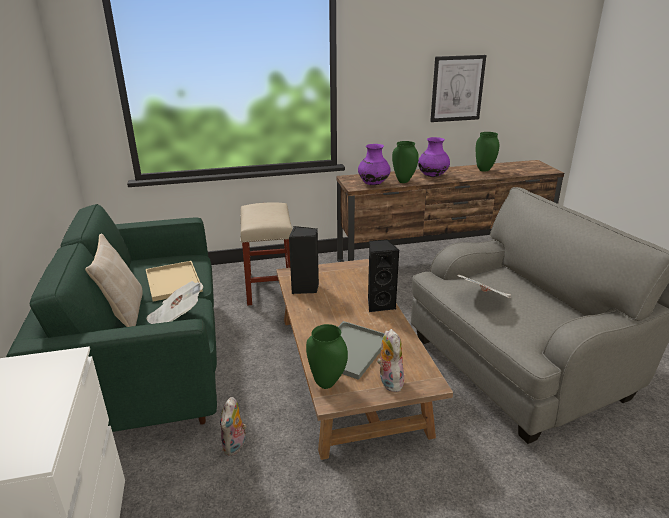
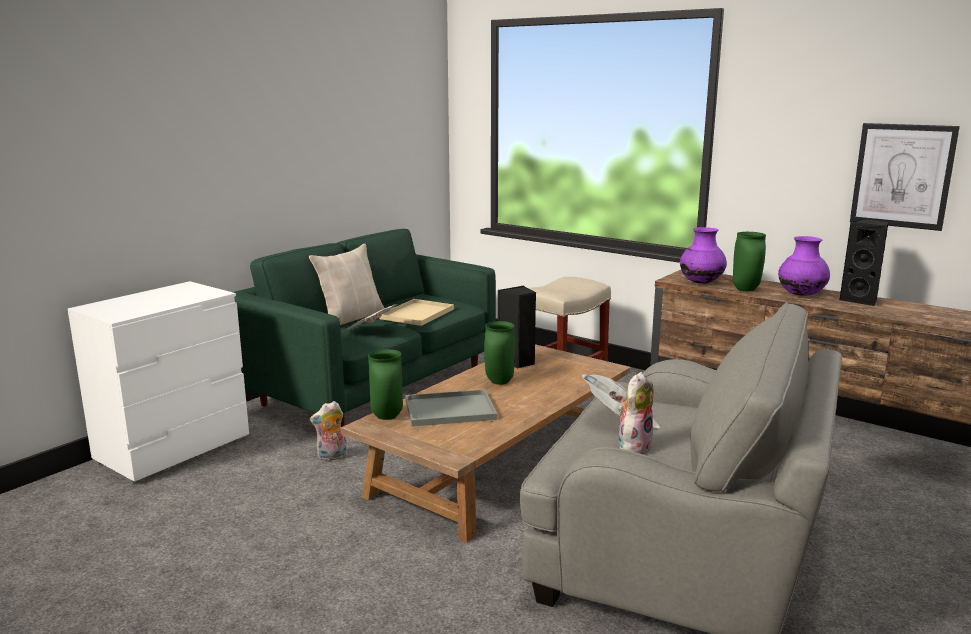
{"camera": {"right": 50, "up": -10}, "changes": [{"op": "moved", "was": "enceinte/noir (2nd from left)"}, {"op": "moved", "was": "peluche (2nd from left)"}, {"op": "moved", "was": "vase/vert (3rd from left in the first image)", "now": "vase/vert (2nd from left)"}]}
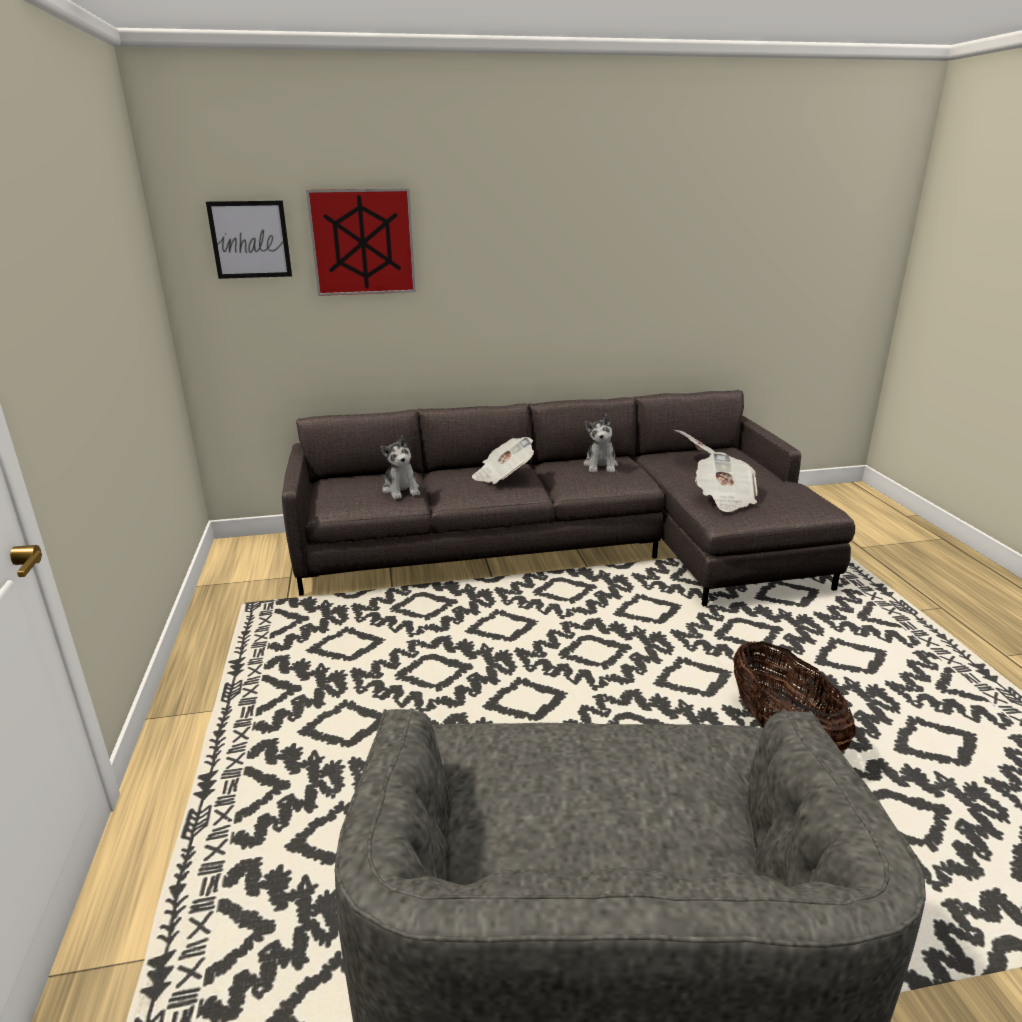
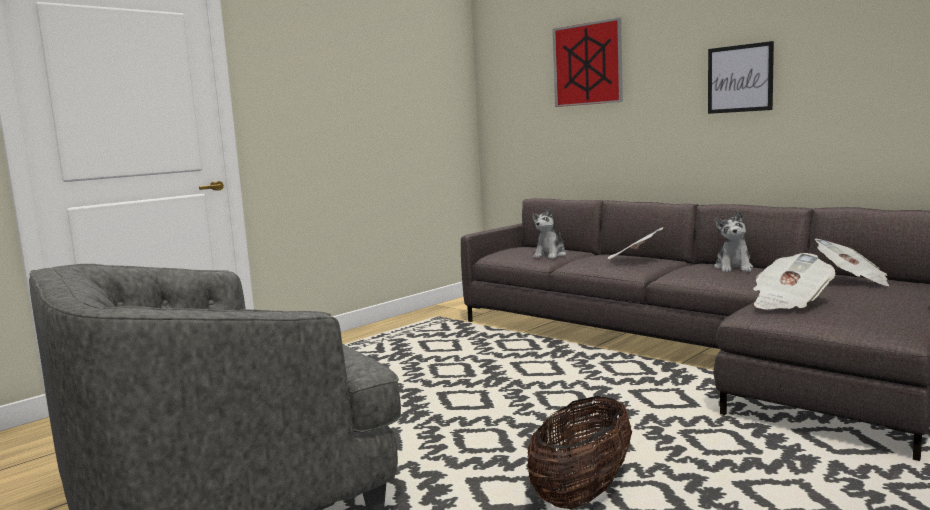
{"camera": {"right": 55, "up": -15}, "changes": [{"op": "moved", "was": "tableau (1st from left in the first image)", "now": "tableau (2nd from left)"}, {"op": "turned", "was": "peluche (2nd from left)", "clockwise": -45}]}
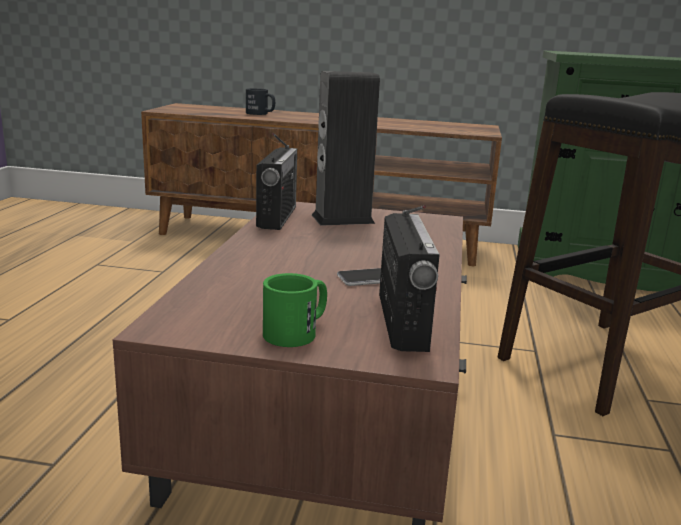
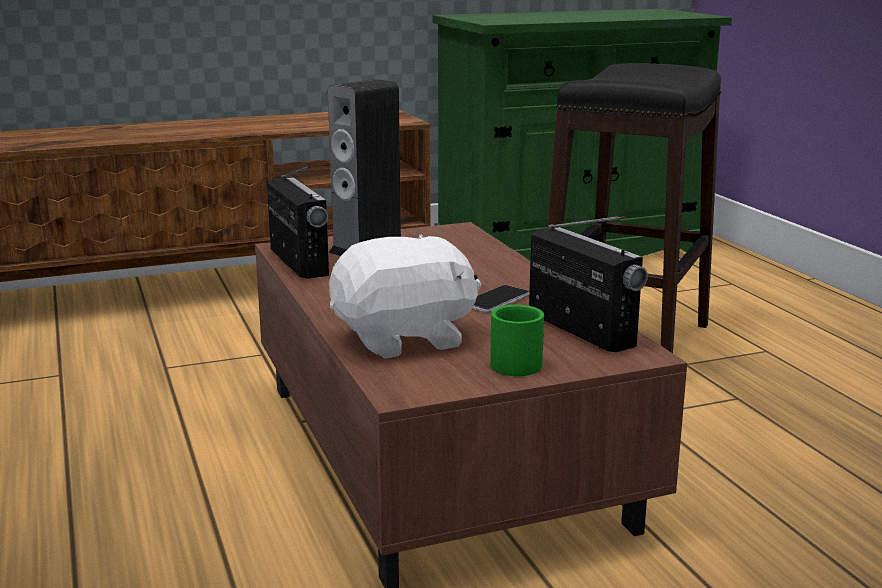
{"camera": {"right": -30, "up": 0}, "changes": [{"op": "removed", "was": "mug/noir"}, {"op": "added", "now": "peluche/blanc"}]}
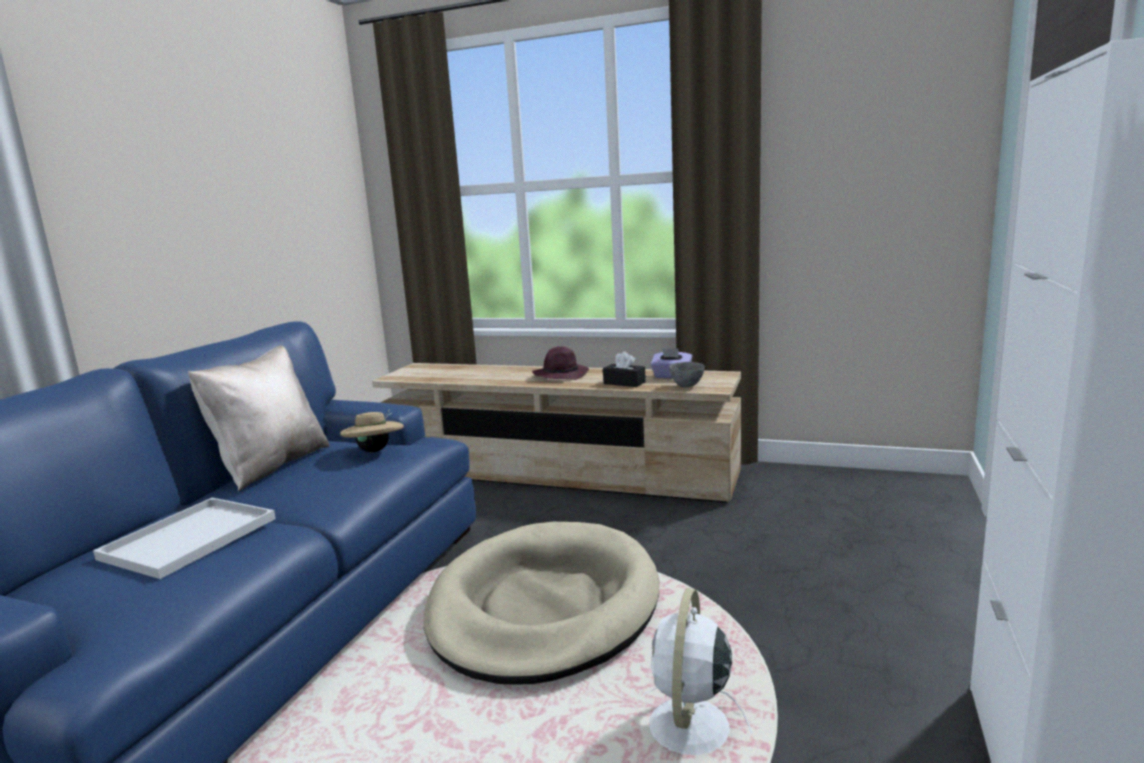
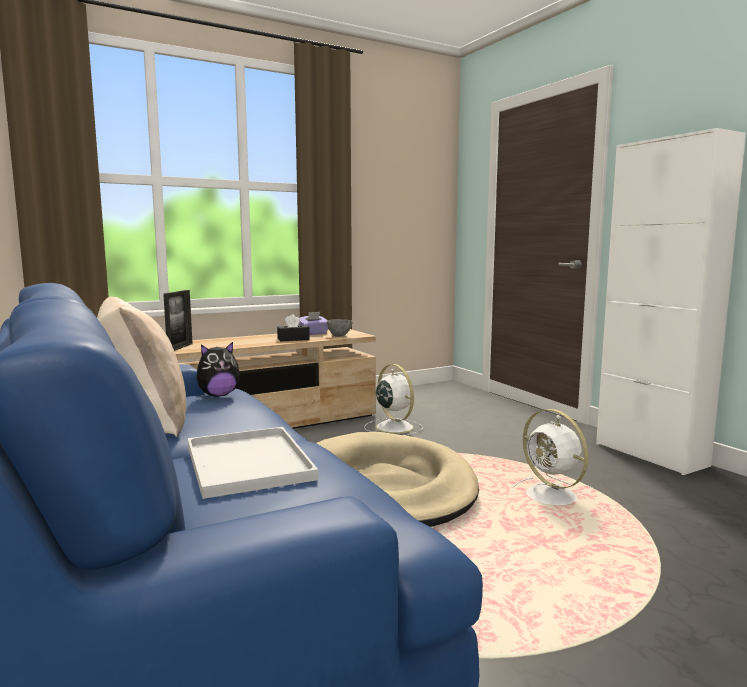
{"camera": {"right": -50, "up": -5}, "changes": [{"op": "replaced", "was": "chapeau/beige", "now": "peluche"}, {"op": "removed", "was": "chapeau/violet"}, {"op": "added", "now": "cadre photo"}, {"op": "added", "now": "ventilateur/blanc (1st from left)"}]}
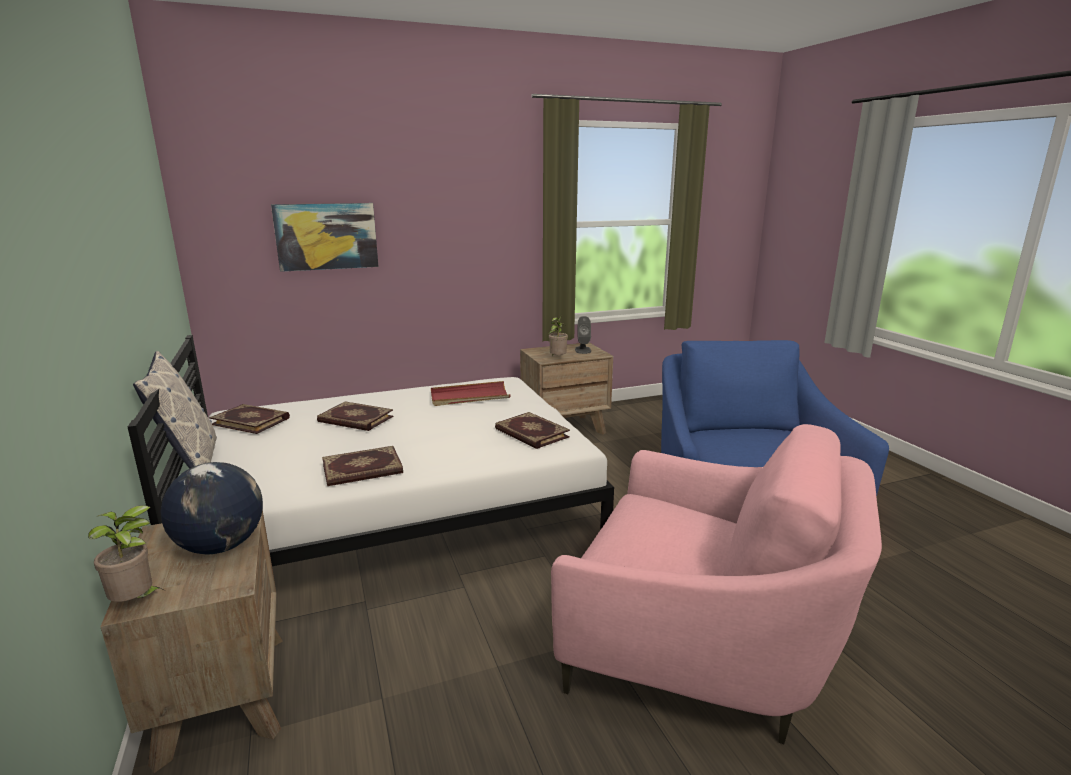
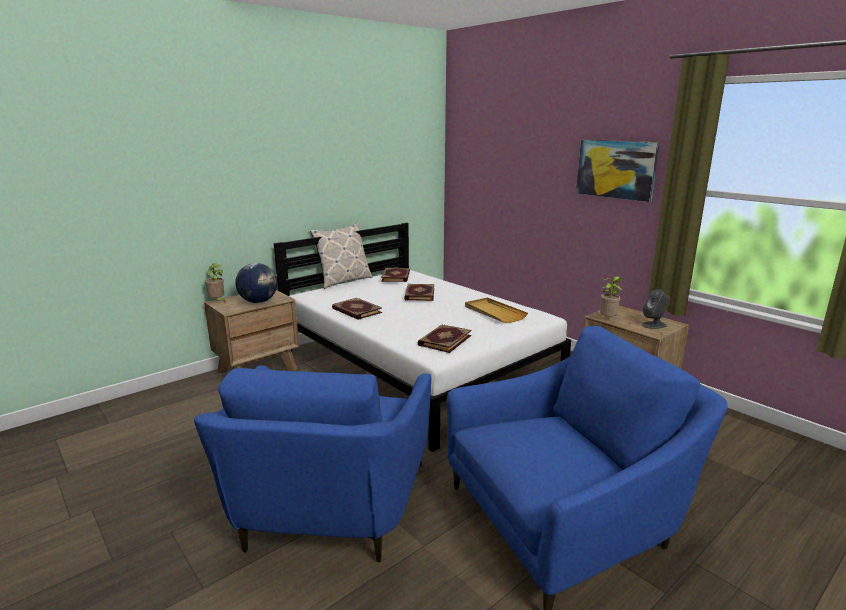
{"camera": {"right": 70, "up": 0}, "changes": [{"op": "moved", "was": "tableau"}, {"op": "recoloured", "was": "plateau/rouge", "now": "plateau/beige"}, {"op": "recoloured", "was": "fauteuil/rose", "now": "fauteuil/bleu (1st from left)"}]}
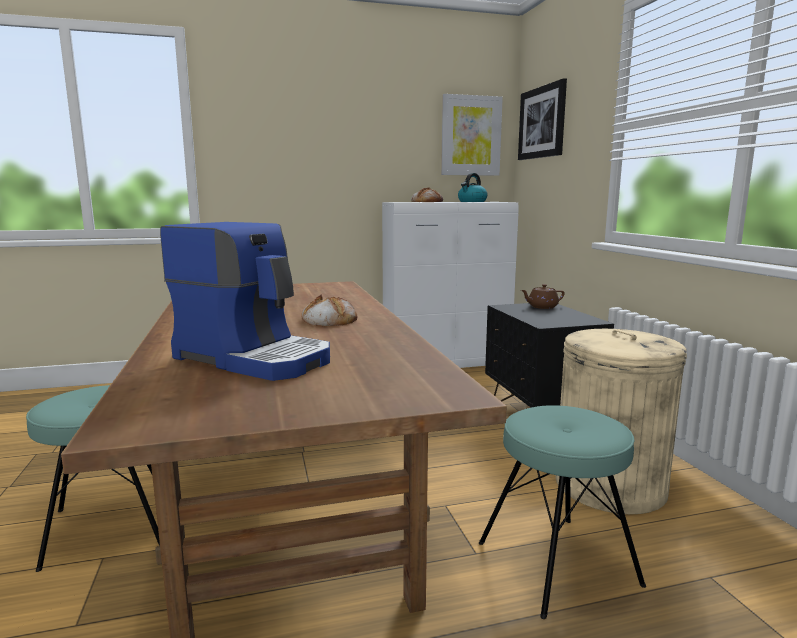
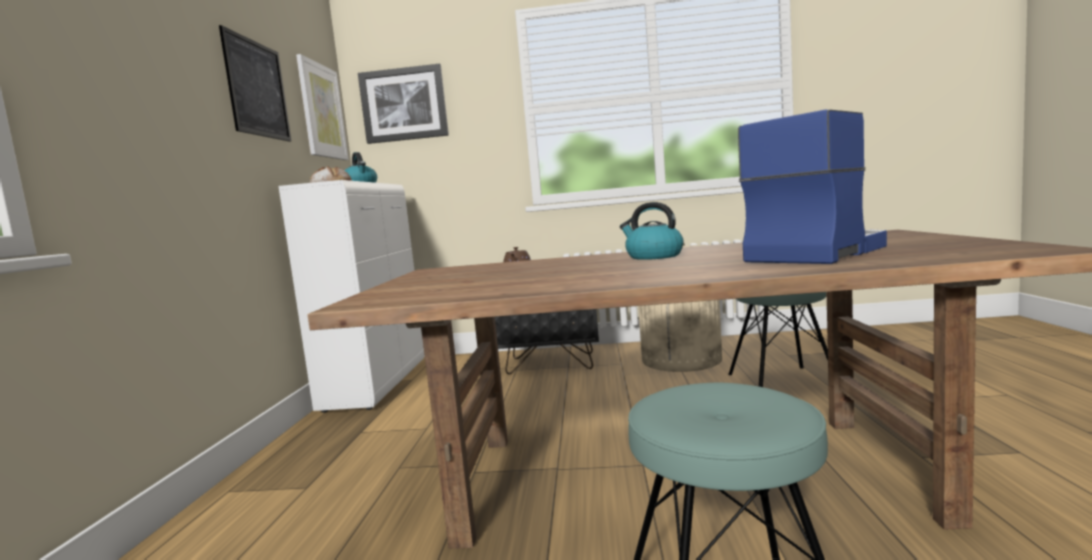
{"camera": {"right": -70, "up": -5}, "changes": [{"op": "replaced", "was": "pain (1st from left)", "now": "bouilloire (2nd from left)"}, {"op": "added", "now": "tableau (1st from left)"}]}
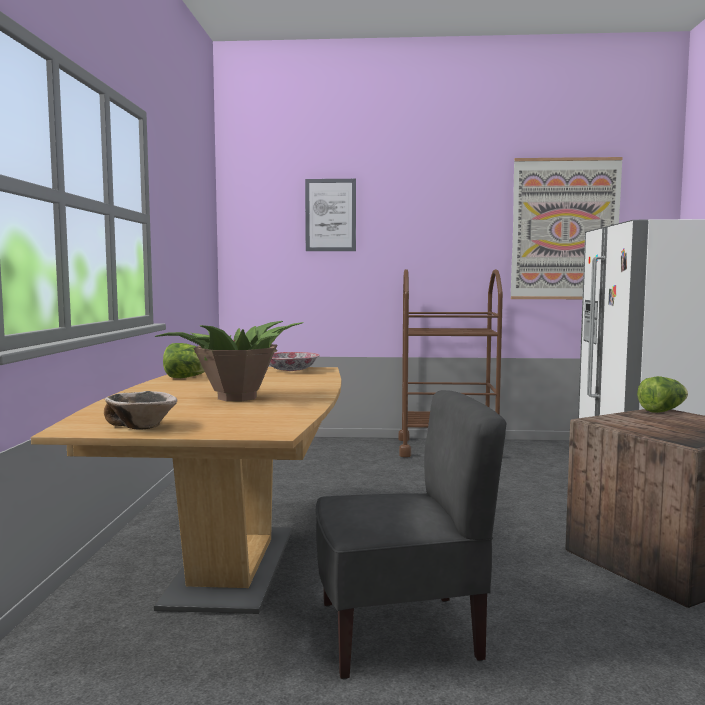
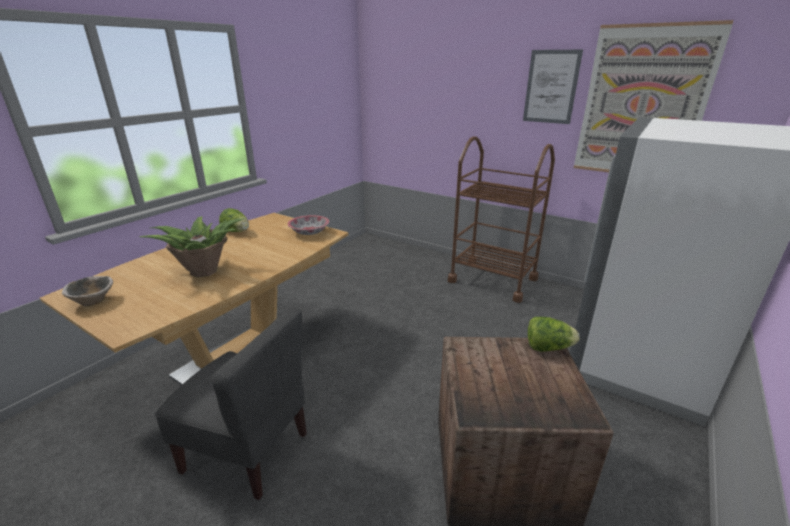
{"camera": {"right": 30, "up": 20}, "changes": [{"op": "moved", "was": "tableau (1st from left)"}]}
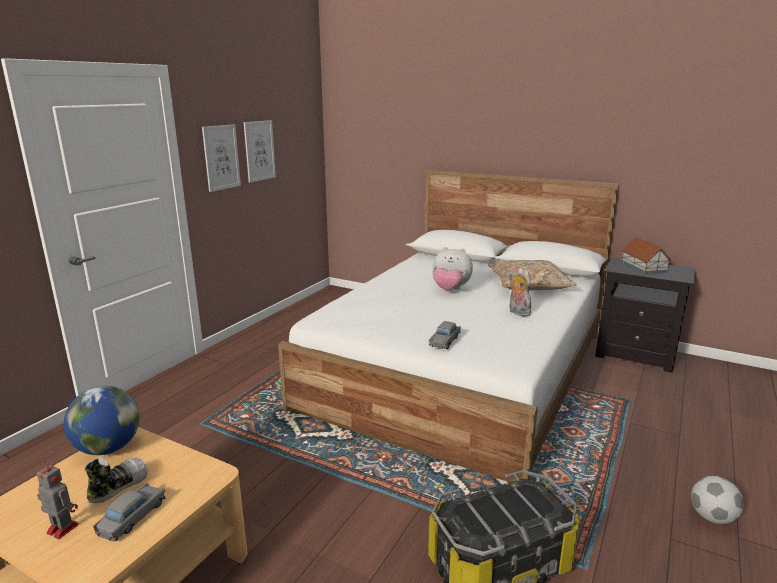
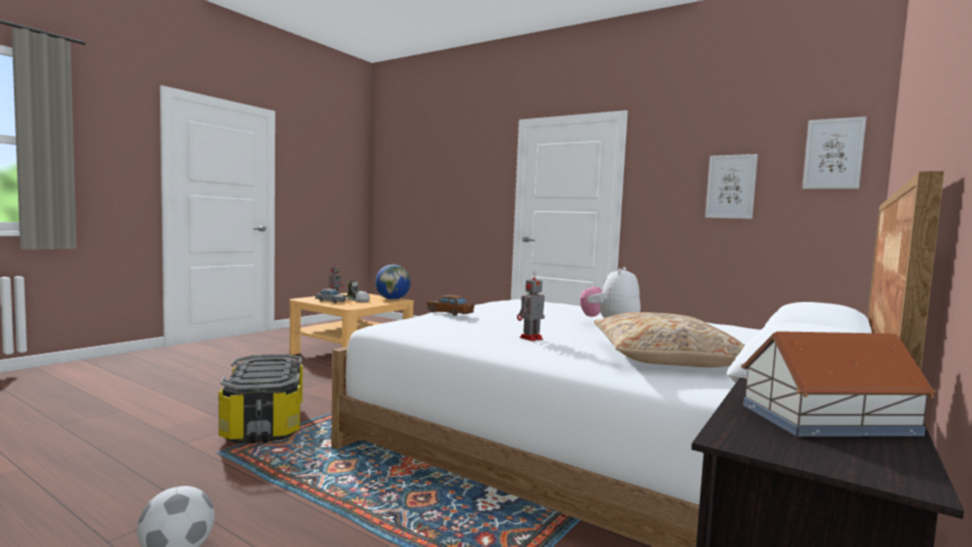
{"camera": {"right": 95, "up": -15}, "changes": [{"op": "moved", "was": "tableau (1st from left in the first image)", "now": "tableau (2nd from left)"}, {"op": "recoloured", "was": "petite voiture/gris (2nd from left)", "now": "petite voiture/marron"}, {"op": "replaced", "was": "peluche (2nd from left)", "now": "robot jouet (2nd from left)"}]}
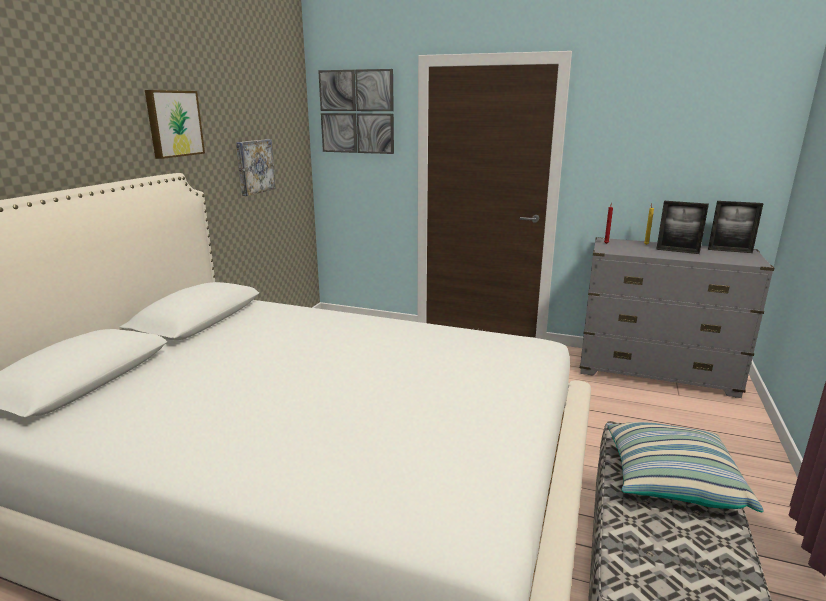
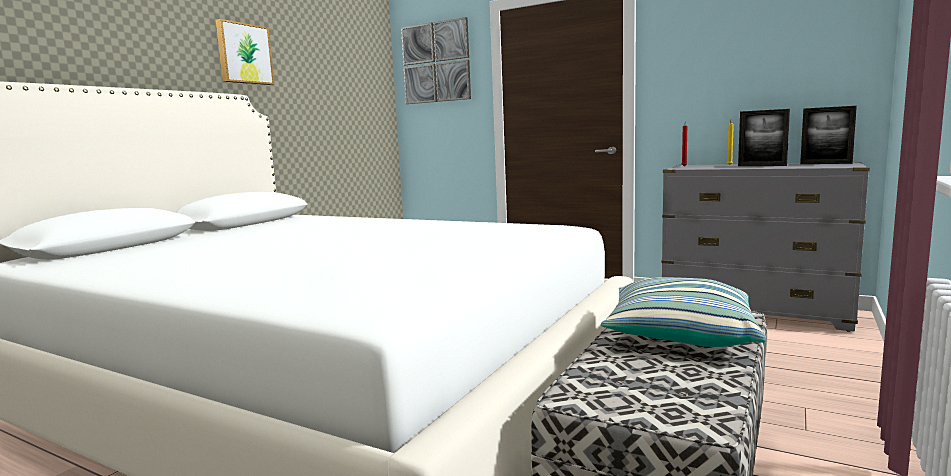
{"camera": {"right": 10, "up": -10}, "changes": [{"op": "removed", "was": "tableau (2nd from left)"}]}
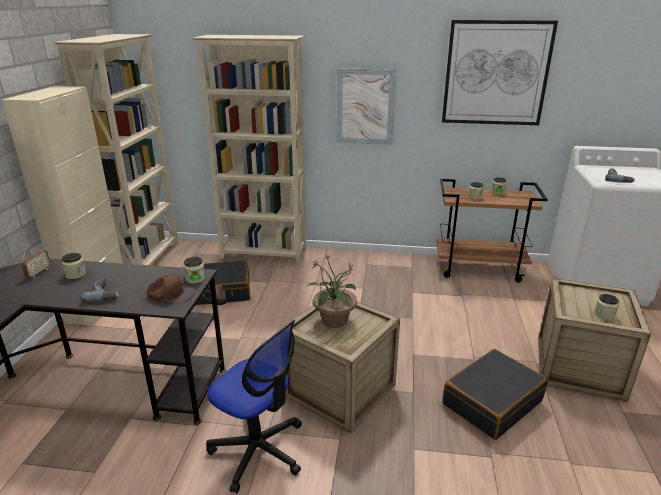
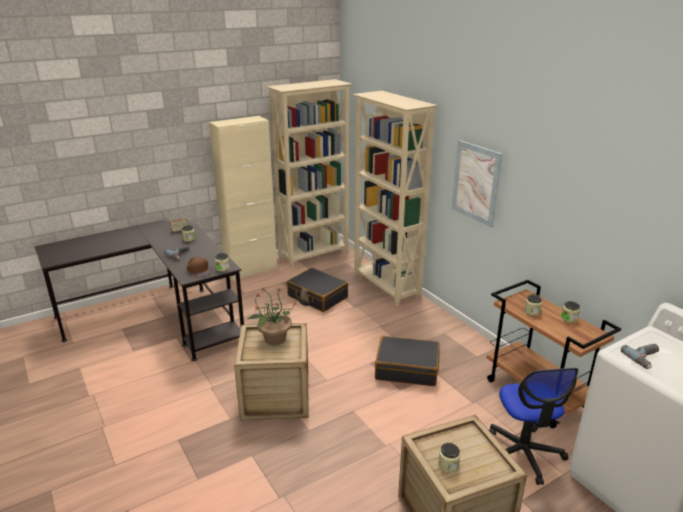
{"camera": {"right": 50, "up": 0}, "changes": [{"op": "moved", "was": "chaise de bureau"}, {"op": "removed", "was": "tableau (2nd from left)"}, {"op": "moved", "was": "valise/noir (2nd from left)"}]}
